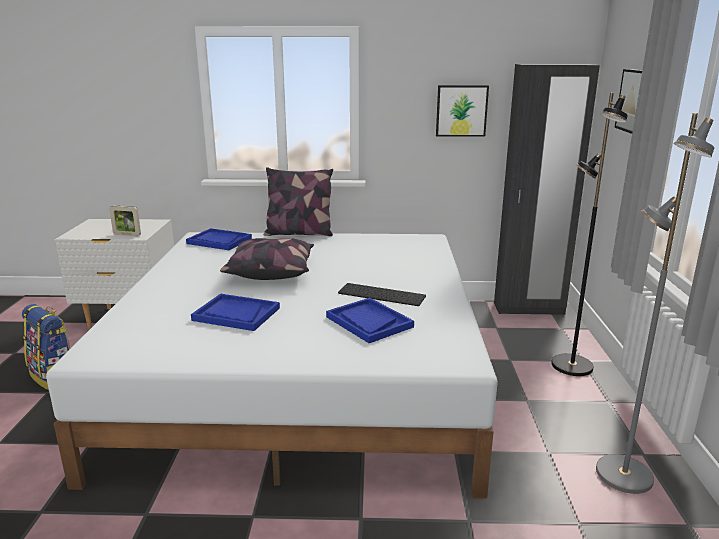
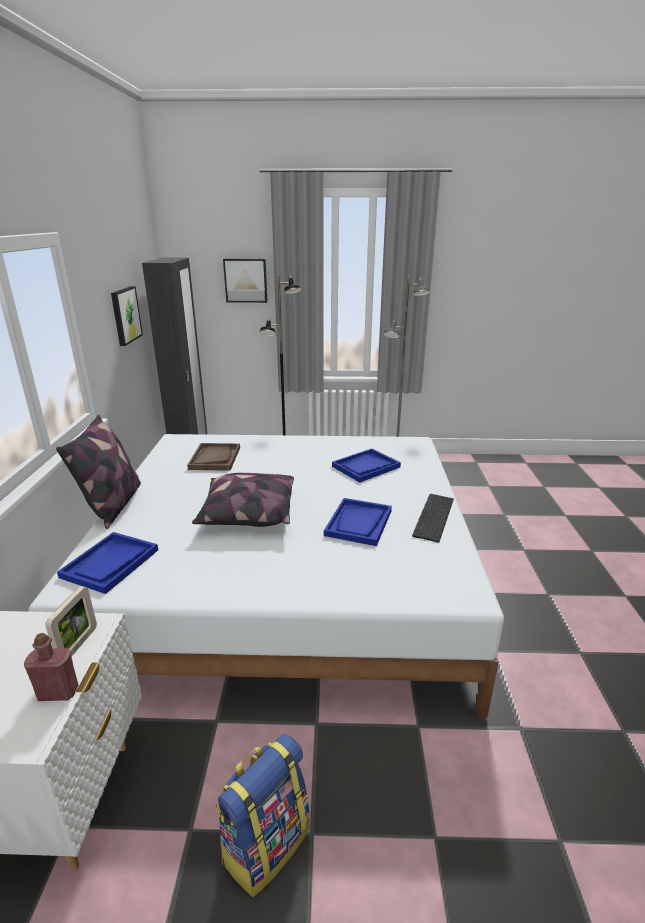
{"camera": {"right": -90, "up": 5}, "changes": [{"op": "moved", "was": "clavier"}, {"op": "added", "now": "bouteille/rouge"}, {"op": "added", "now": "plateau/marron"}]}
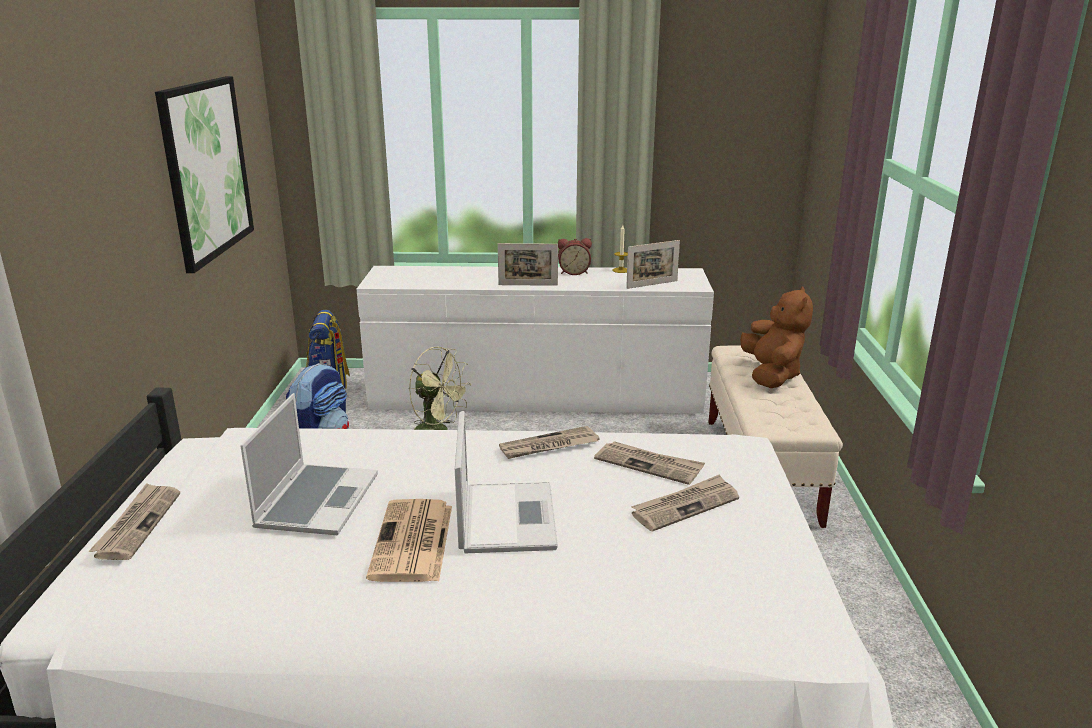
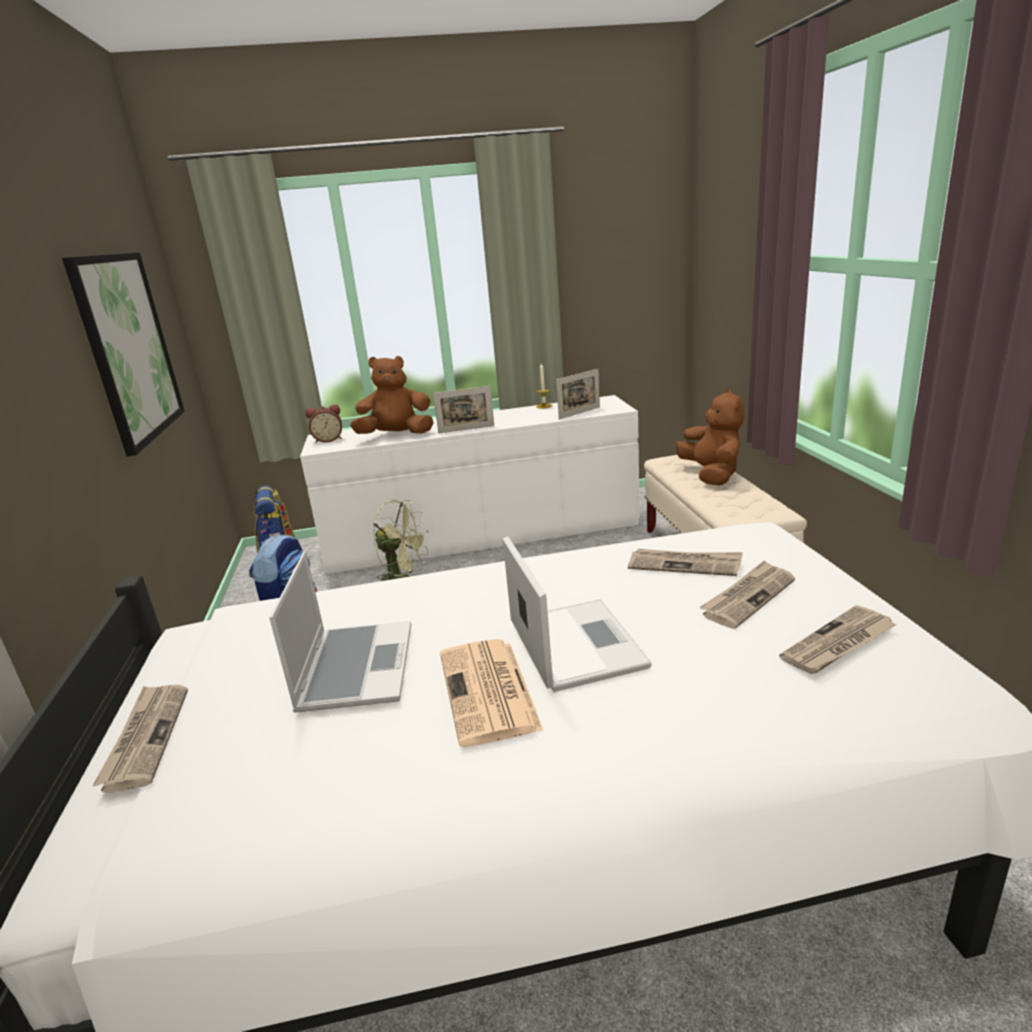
{"camera": {"right": -10, "up": 0}, "changes": [{"op": "moved", "was": "journal (3rd from left in the first image)", "now": "journal (5th from left)"}, {"op": "moved", "was": "réveil"}, {"op": "added", "now": "peluche/marron (1st from left)"}]}
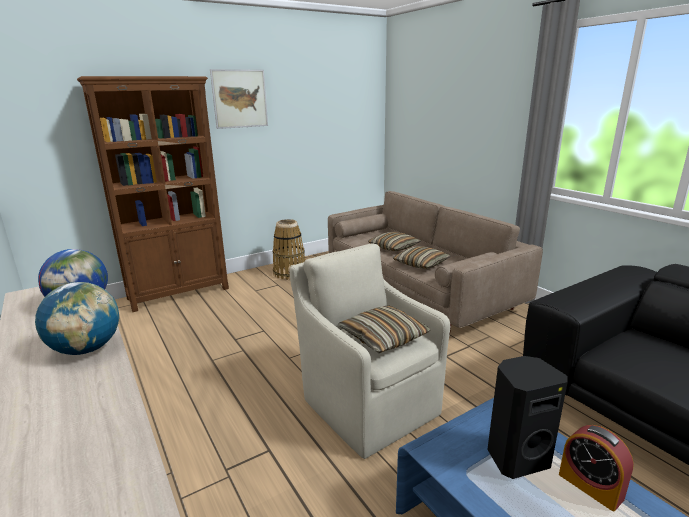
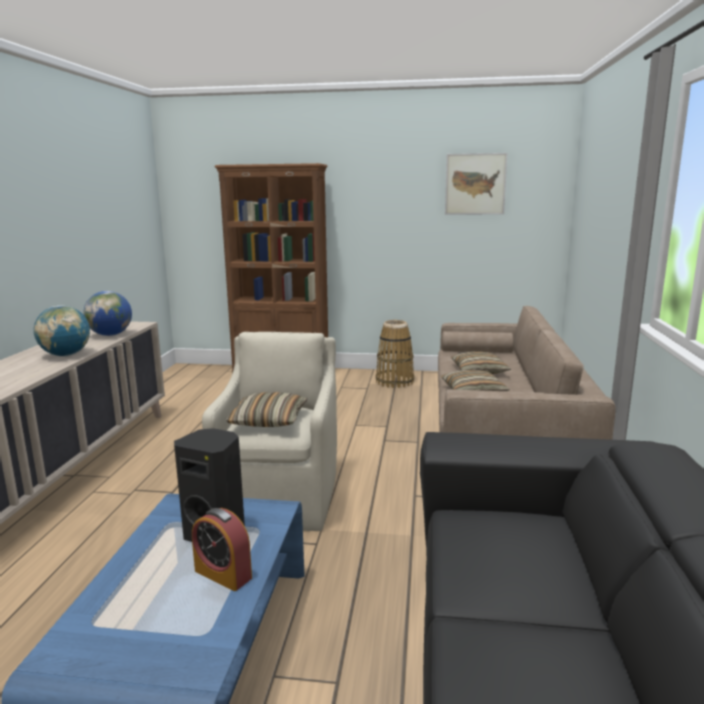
{"camera": {"right": 40, "up": -5}, "changes": [{"op": "moved", "was": "tableau"}, {"op": "turned", "was": "réveil", "clockwise": -60}]}
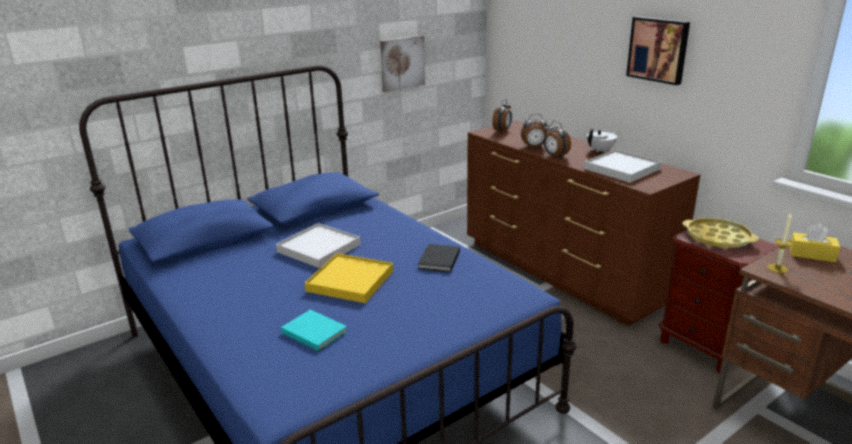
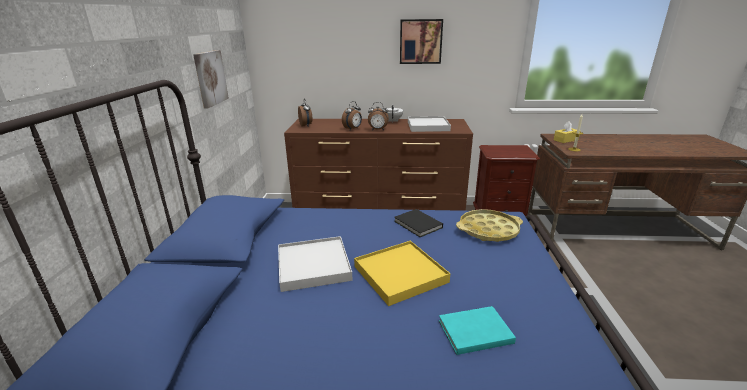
{"camera": {"right": -50, "up": 0}, "changes": [{"op": "moved", "was": "plateau/jaune (2nd from left)"}]}
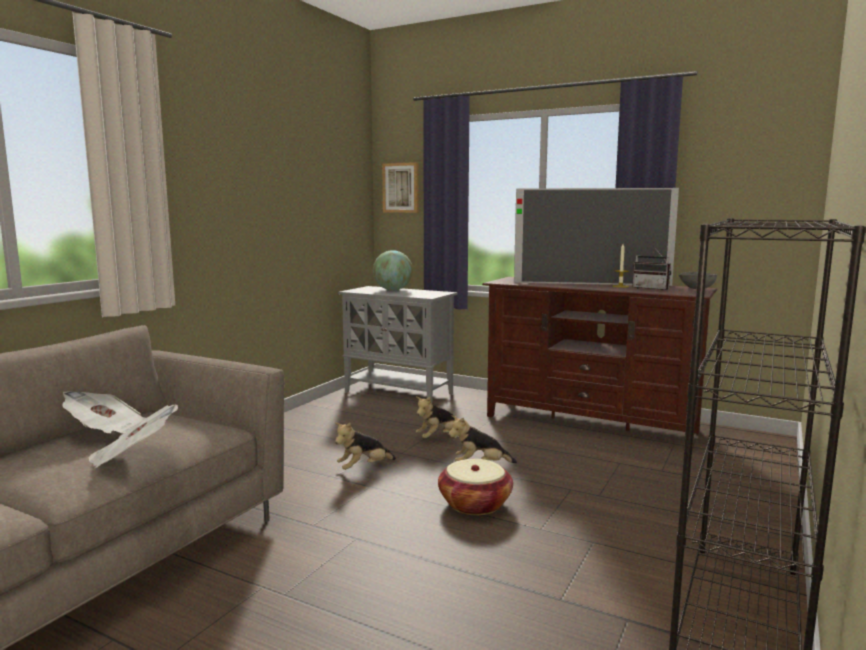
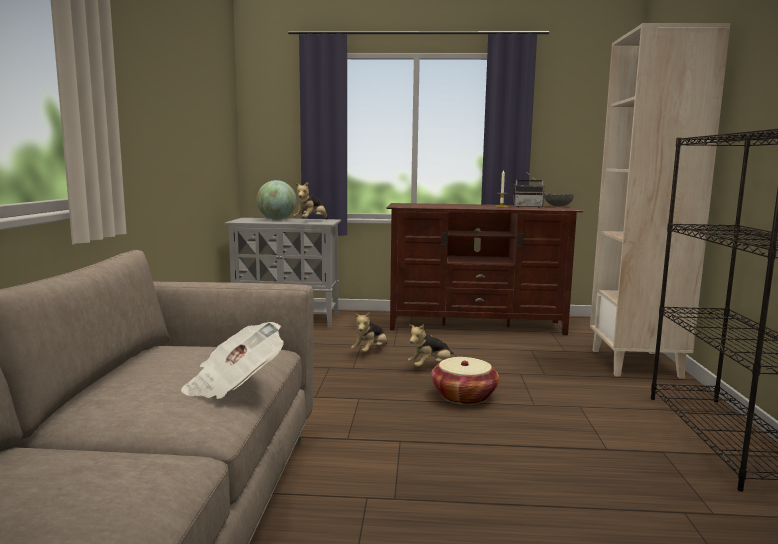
{"camera": {"right": -25, "up": 0}, "changes": [{"op": "removed", "was": "journal (1st from left)"}, {"op": "moved", "was": "peluche (1st from left)"}, {"op": "removed", "was": "tableau"}, {"op": "removed", "was": "téléviseur"}, {"op": "added", "now": "bibliothèque/beige"}]}
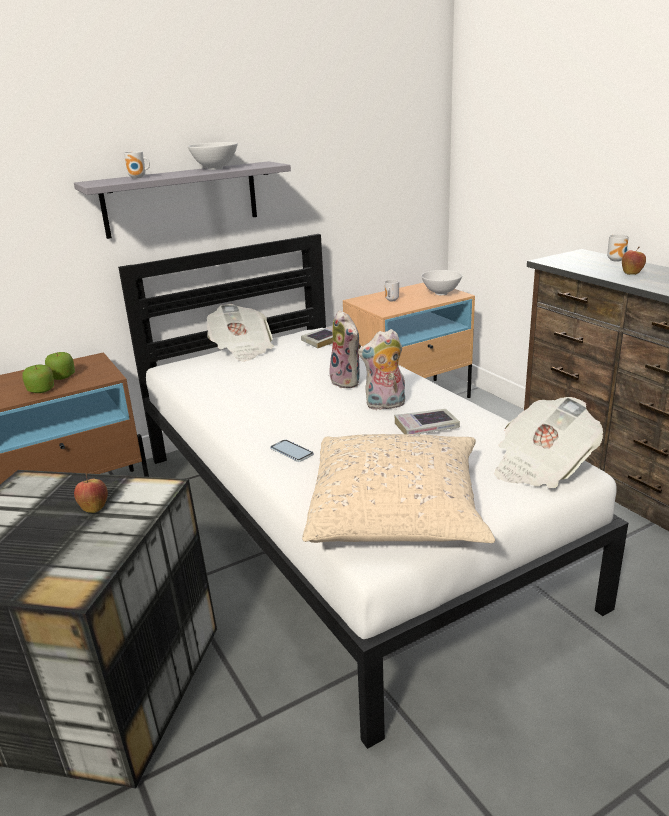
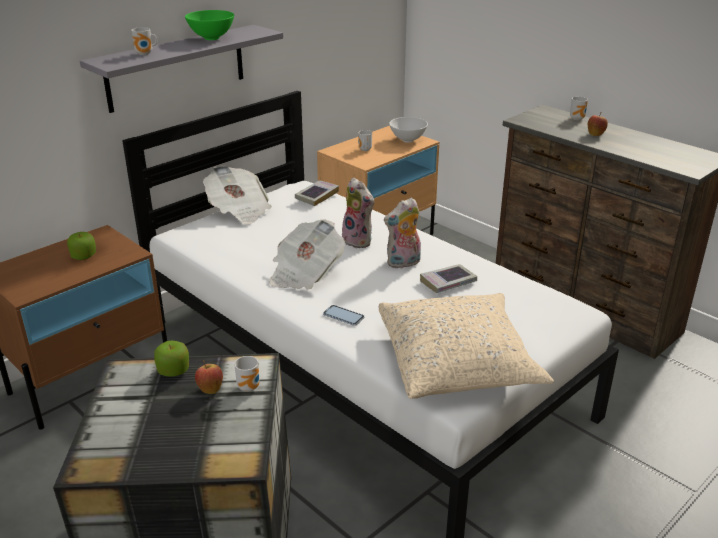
{"camera": {"right": -15, "up": 5}, "changes": [{"op": "moved", "was": "pomme (1st from left in the first image)", "now": "pomme (2nd from left)"}, {"op": "recoloured", "was": "bol/blanc (1st from left)", "now": "bol/vert"}, {"op": "moved", "was": "journal (2nd from left)"}, {"op": "added", "now": "mug (2nd from left)"}]}
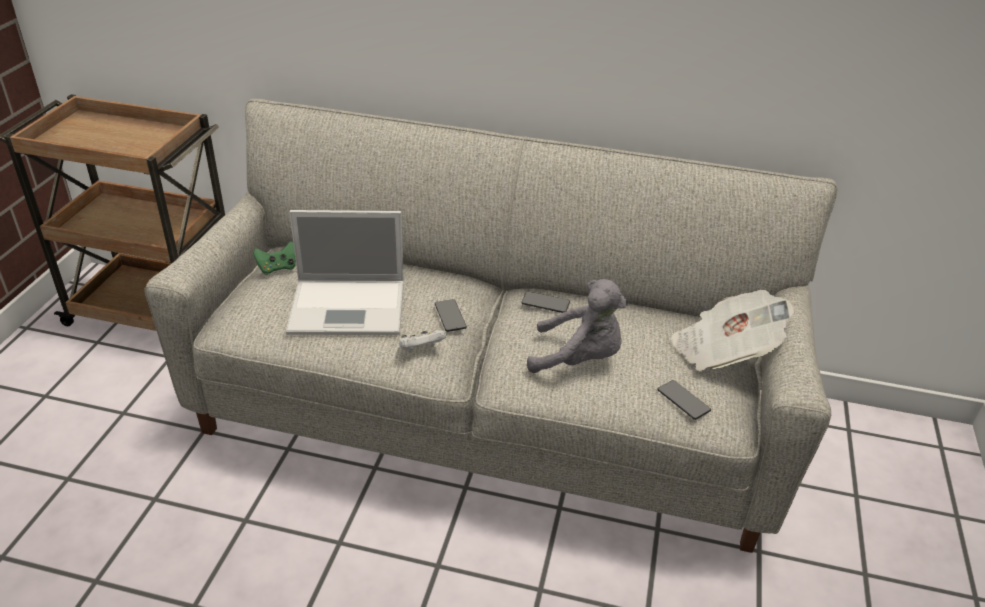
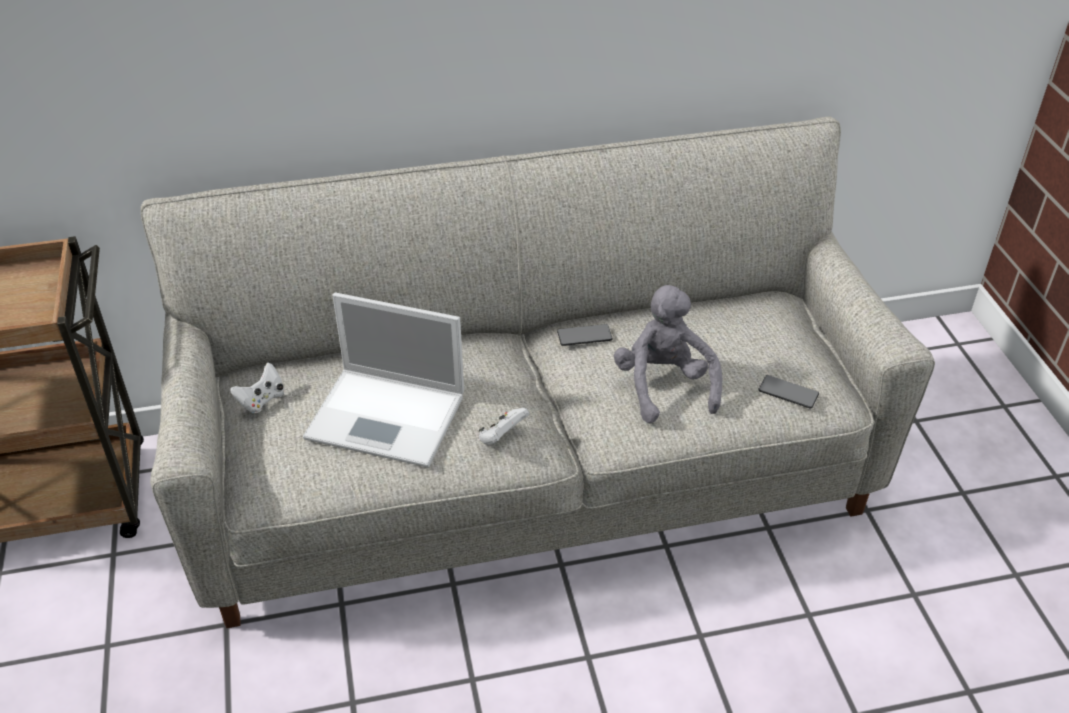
{"camera": {"right": -25, "up": 5}, "changes": [{"op": "recoloured", "was": "manette/vert", "now": "manette/blanc (1st from left)"}, {"op": "turned", "was": "ordinateur portable", "clockwise": 45}, {"op": "removed", "was": "téléphone (1st from left)"}, {"op": "turned", "was": "peluche/gris", "clockwise": -90}, {"op": "removed", "was": "journal"}]}
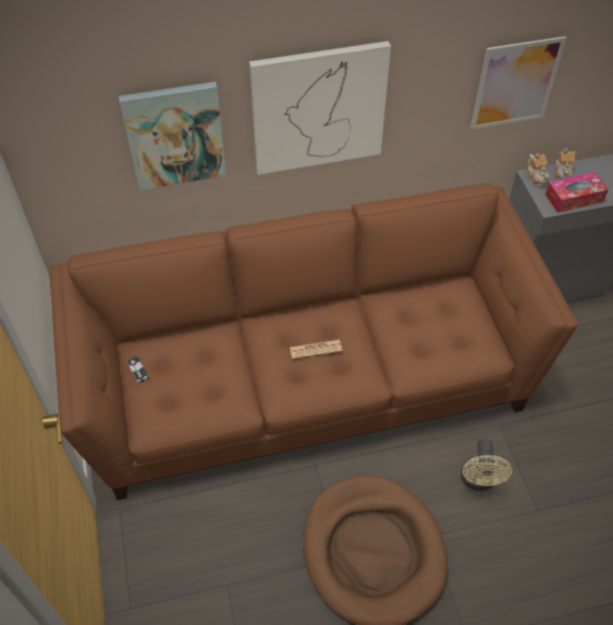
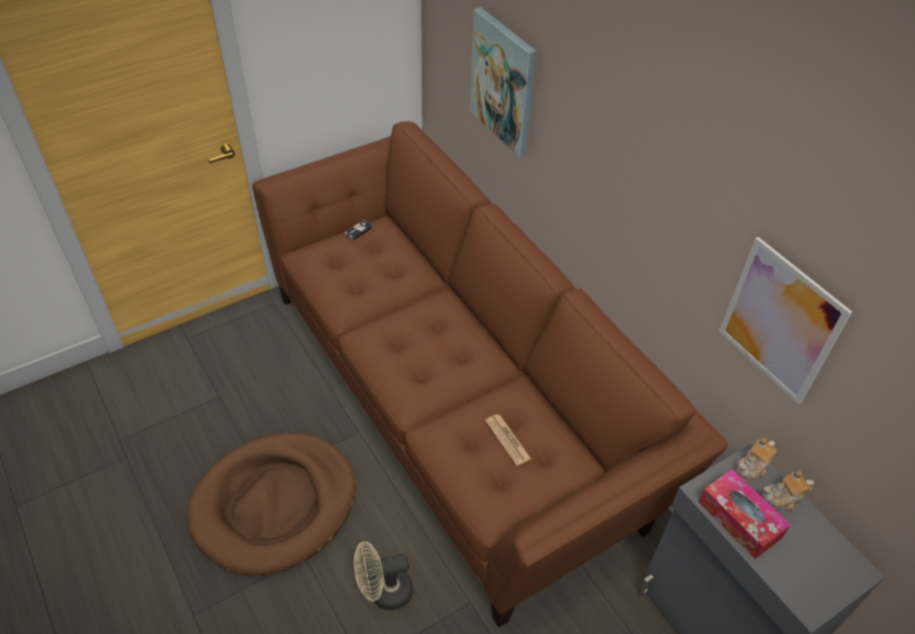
{"camera": {"right": 70, "up": -5}, "changes": [{"op": "removed", "was": "tableau (2nd from left)"}, {"op": "moved", "was": "journal"}]}
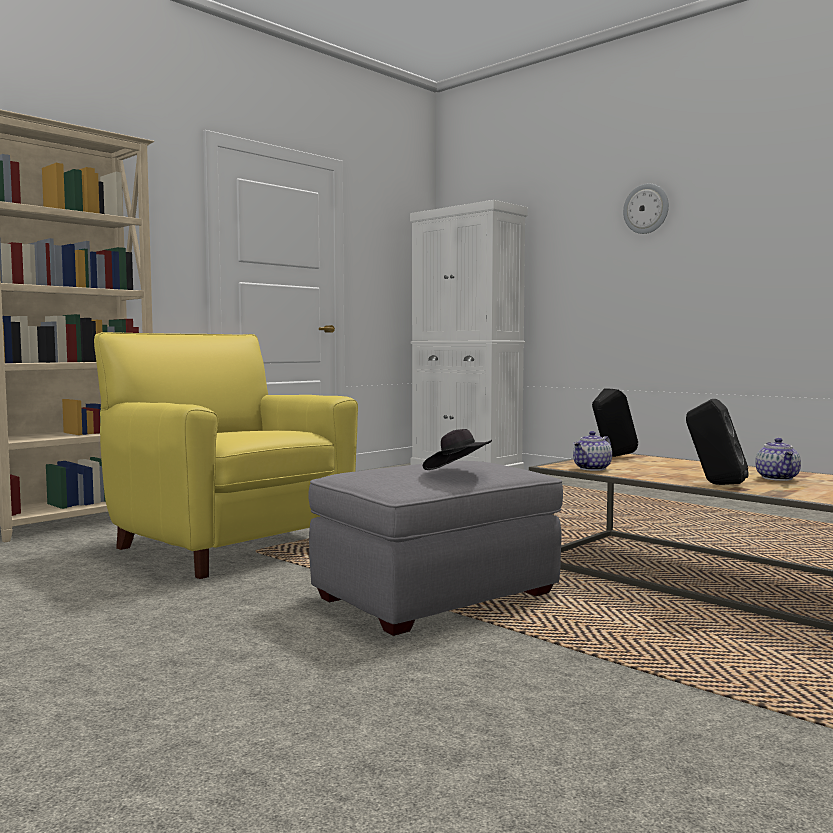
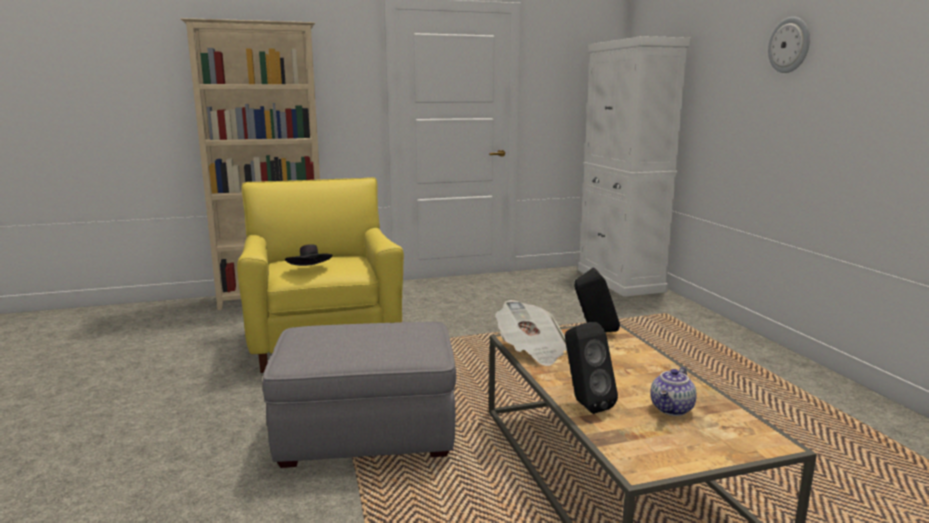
{"camera": {"right": 30, "up": 10}, "changes": [{"op": "moved", "was": "chapeau/noir"}, {"op": "replaced", "was": "théière (1st from left)", "now": "journal"}]}
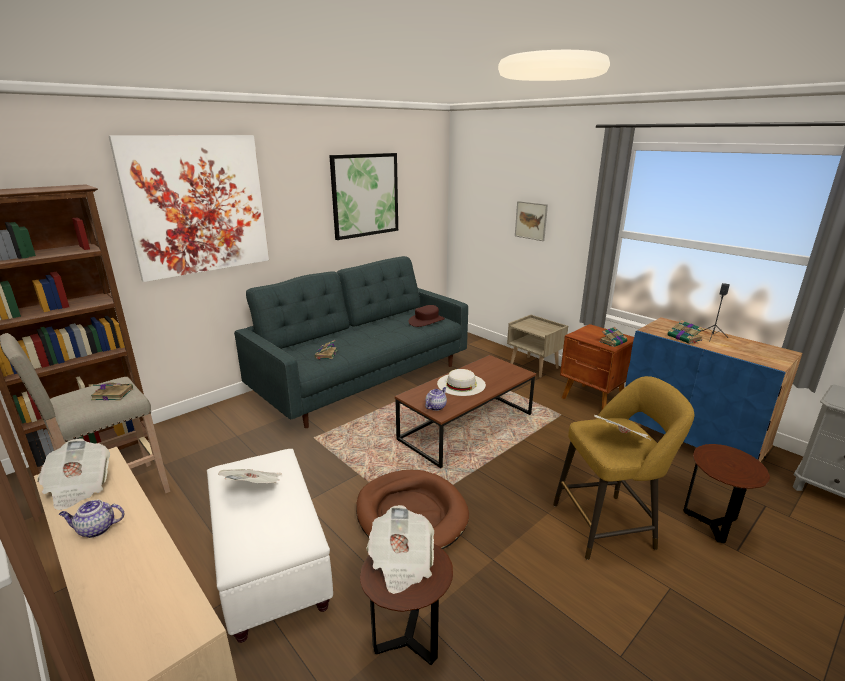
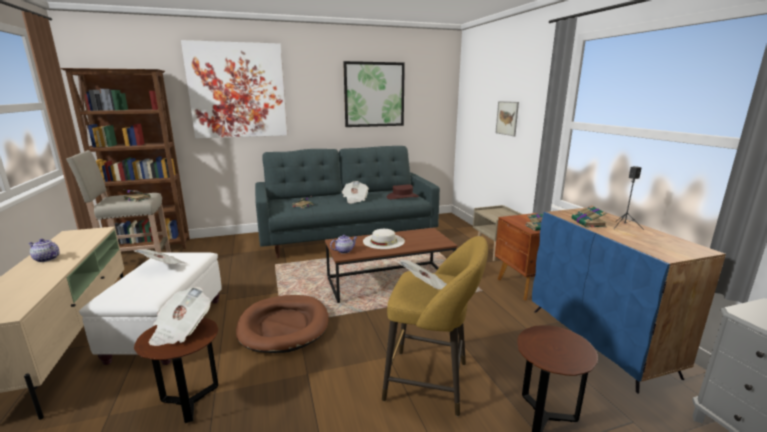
{"camera": {"right": 25, "up": -5}, "changes": [{"op": "moved", "was": "journal (1st from left in the first image)", "now": "journal (3rd from left)"}]}
